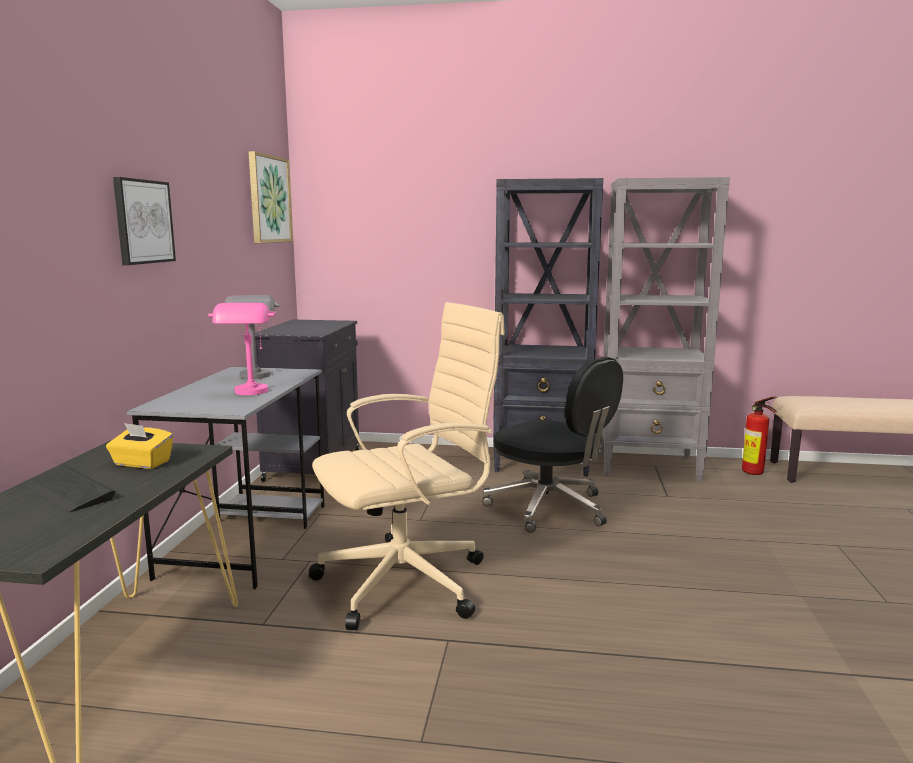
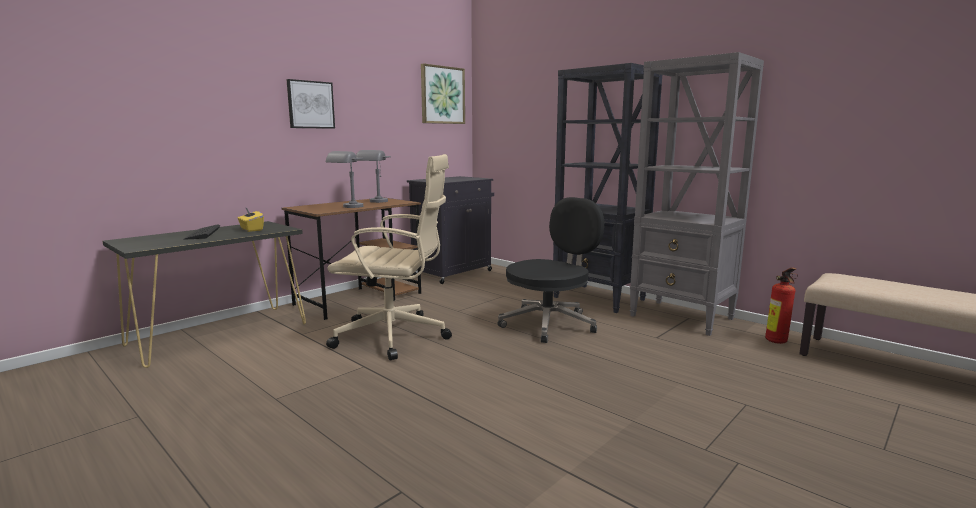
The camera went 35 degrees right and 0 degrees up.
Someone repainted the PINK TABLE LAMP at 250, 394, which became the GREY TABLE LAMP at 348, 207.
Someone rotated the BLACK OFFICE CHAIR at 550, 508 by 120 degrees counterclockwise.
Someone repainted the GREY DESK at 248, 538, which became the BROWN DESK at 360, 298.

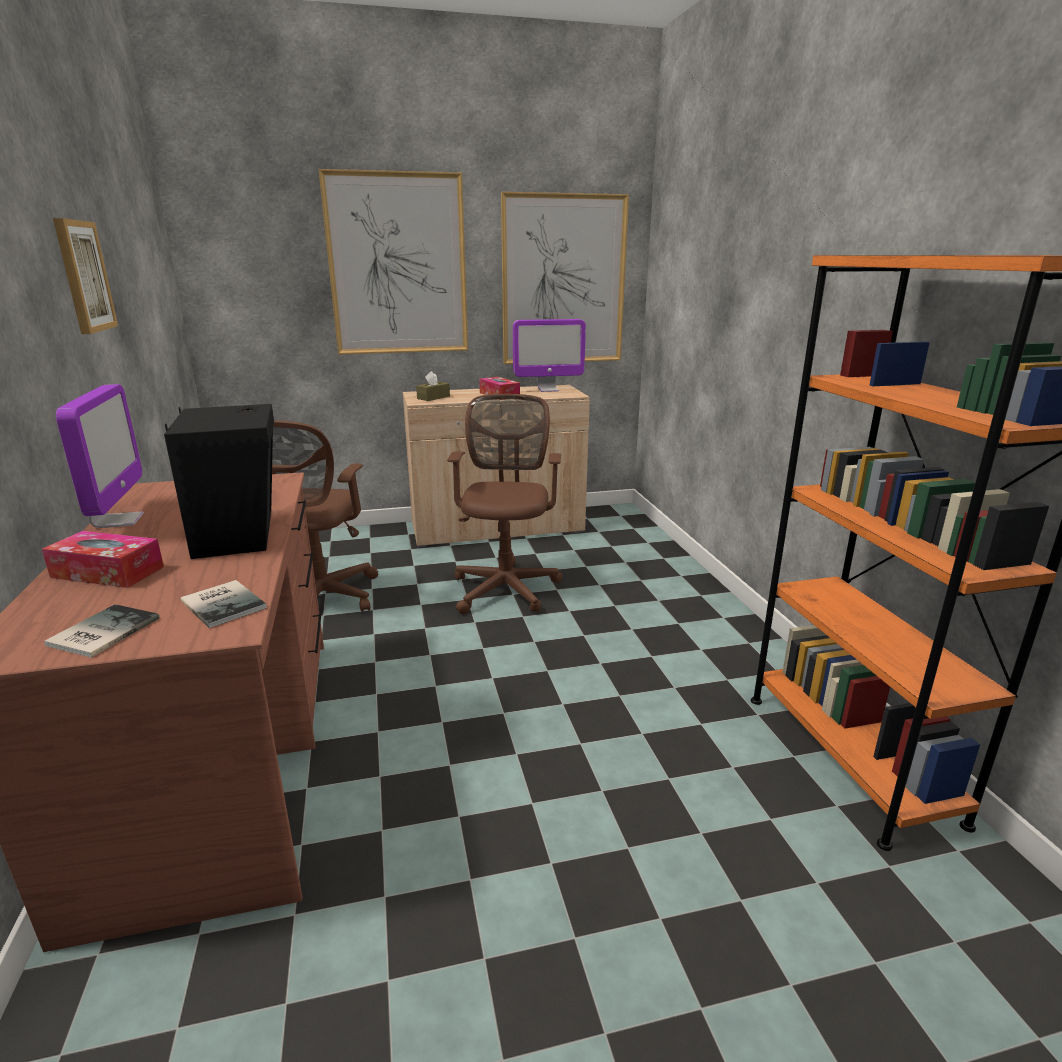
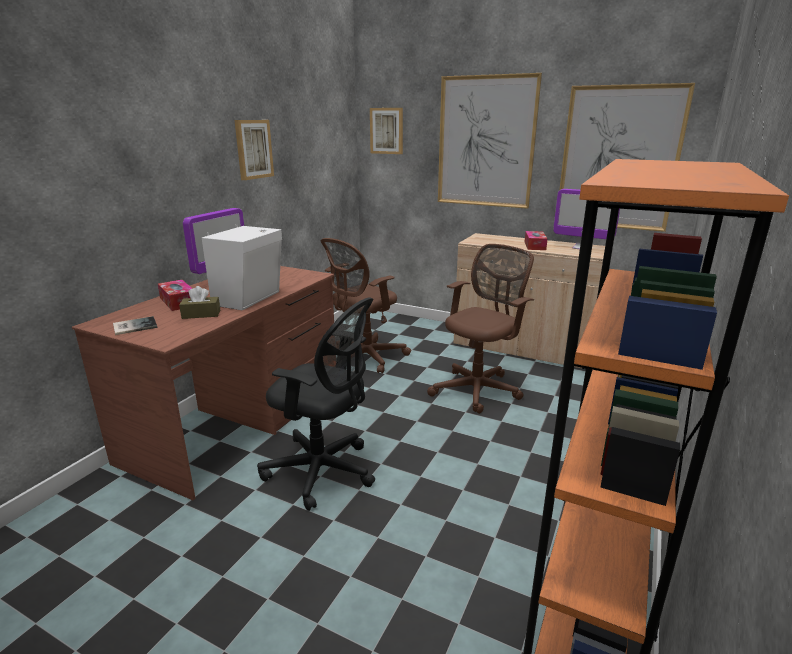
The camera went 40 degrees right and 0 degrees up.
Someone carried the BROWN TISSUE BOX from 433, 397 to 201, 314.
Someone repainted the BLACK SPEAKER at 241, 532, which became the WHITE SPEAKER at 250, 298.
Someone took away the BOOK at 225, 603.
Someone put up the PICTURE at 386, 131.
Someone put down the BLACK OFFICE CHAIR at 323, 471.

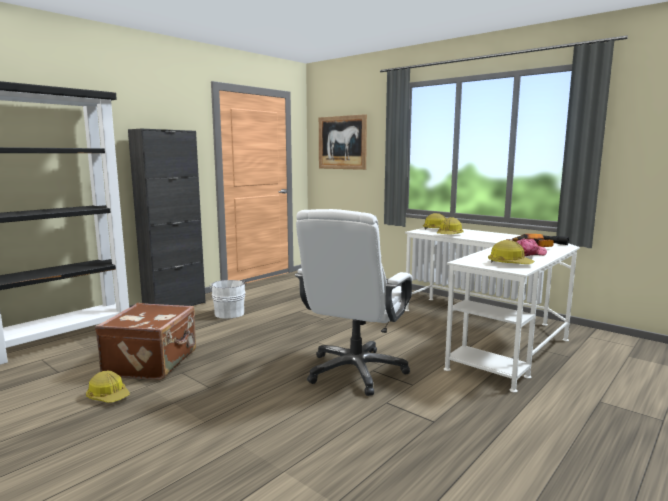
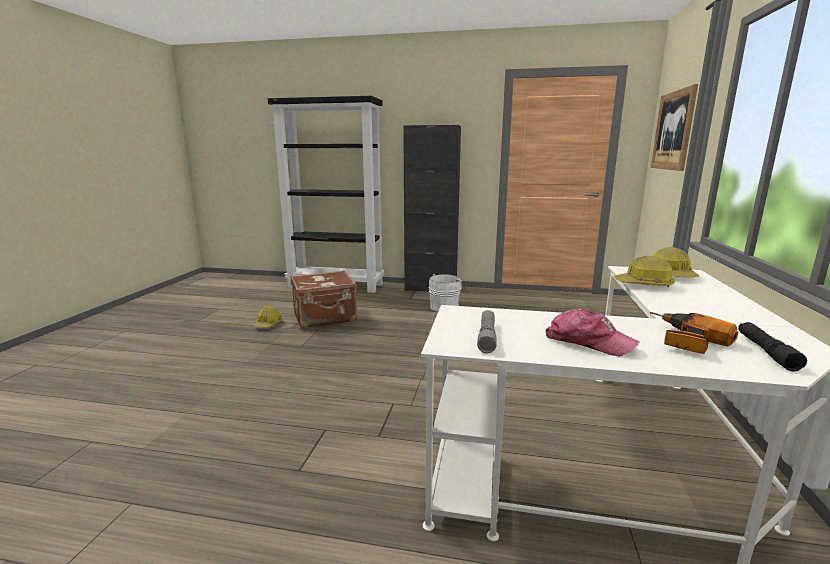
The camera went 60 degrees right and 5 degrees up.
Someone took away the WHITE OFFICE CHAIR at 355, 371.
Someone swapped the HARD HAT at 509, 264 for the GREY FLASHLIGHT at 487, 337.

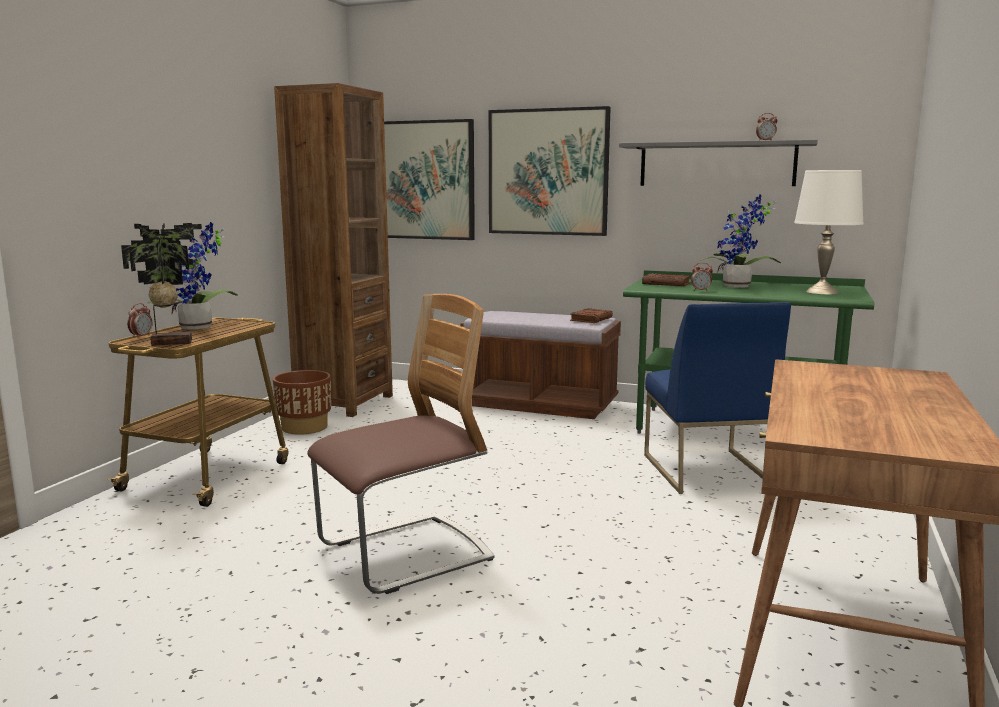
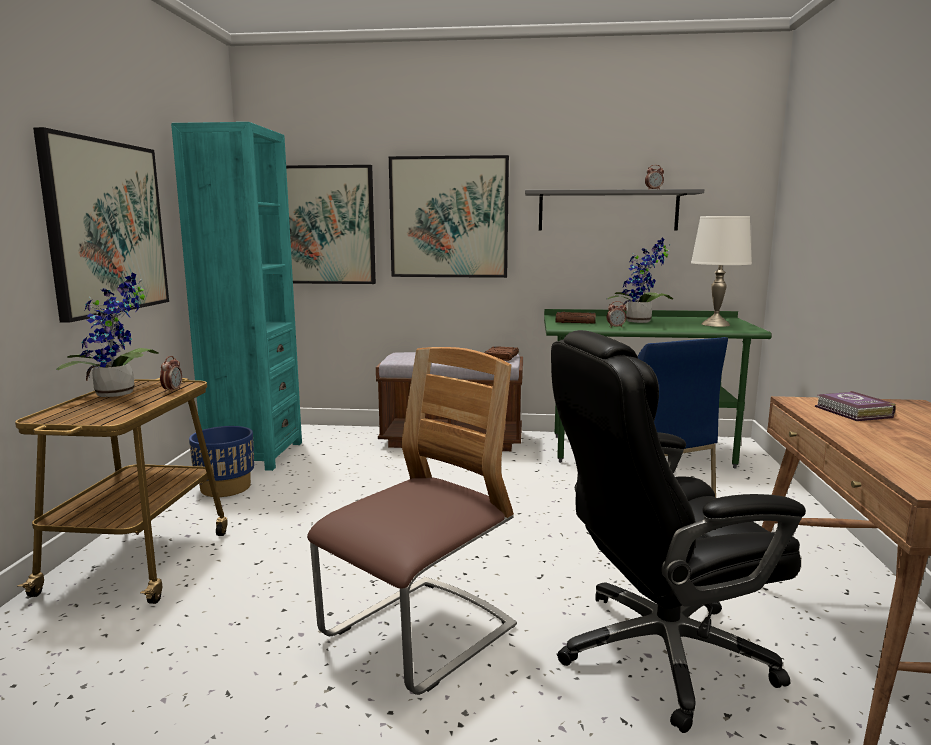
The camera went 15 degrees left and 0 degrees up.
Someone repainted the BROWN BOOKCASE at 344, 402, which became the TURQUOISE BOOKCASE at 254, 454.
Someone took away the POTTED PLANT at 171, 342.
Someone carried the ALARM CLOCK from 141, 336 to 172, 390.
Someone repainted the BROWN PLANTER at 304, 427, which became the BLUE PLANTER at 225, 488.
Someone put up the PICTURE at 107, 227.
Someone put down the BLACK OFFICE CHAIR at 658, 653.
Someone put down the BOOK at 853, 412.

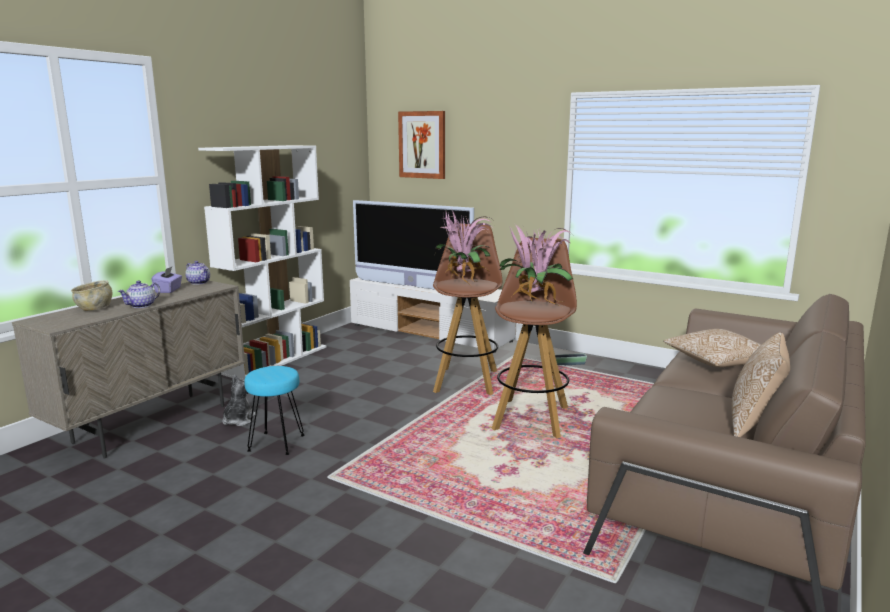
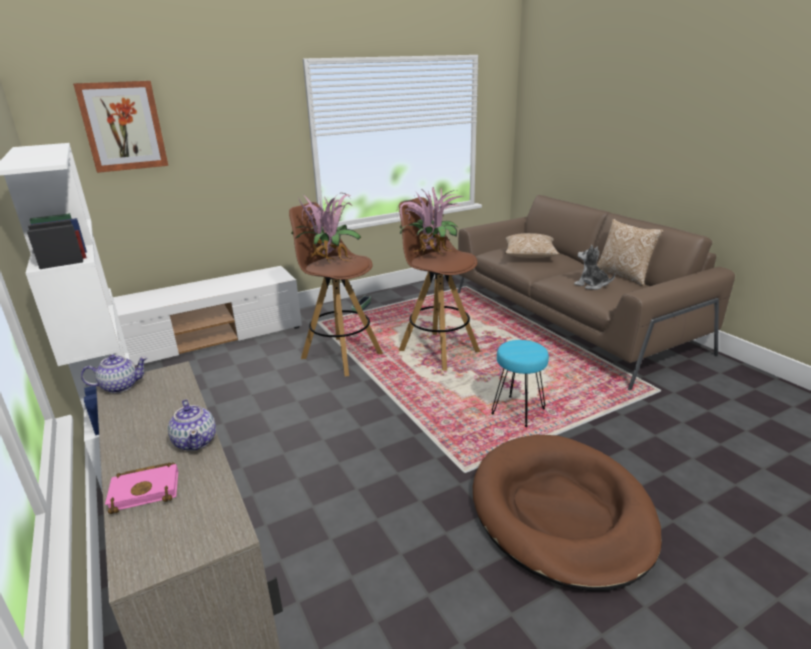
The camera went 60 degrees left and 10 degrees up.
Someone took away the TELEVISION at 411, 286.
Someone took away the PURPLE TISSUE BOX at 168, 290.
Someone swapped the BEIGE BOWL at 94, 308 for the PINK BOOK at 147, 489.
Someone carried the TURQUOISE STOOL from 277, 443 to 518, 411.
Someone carried the PLUSH TOY from 238, 420 to 591, 285.
Someone put down the BROWN DOG BED at 561, 512.

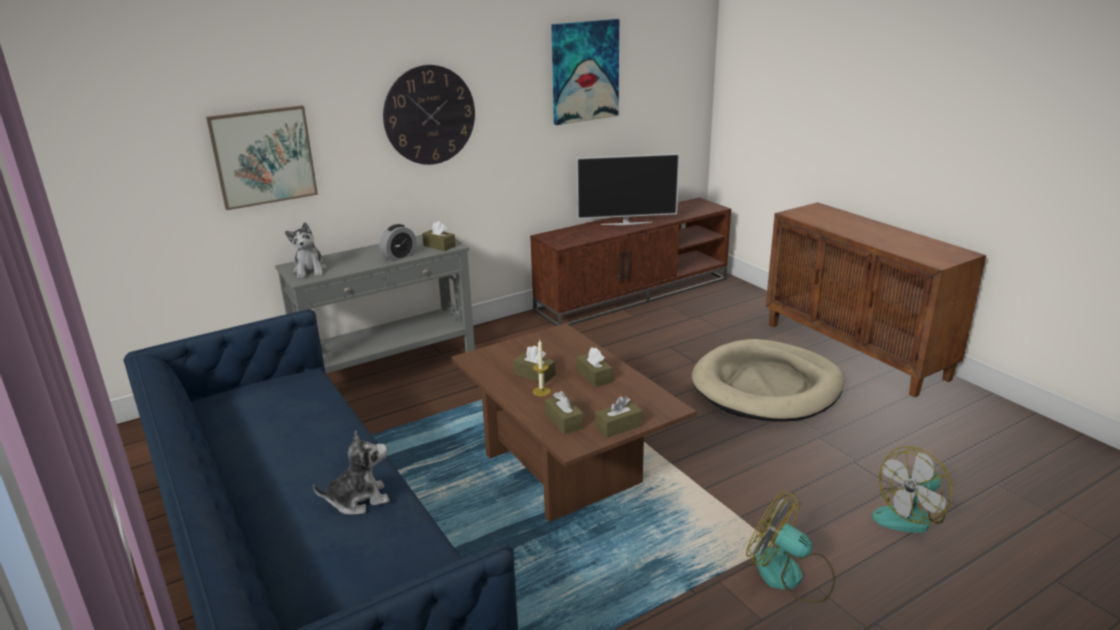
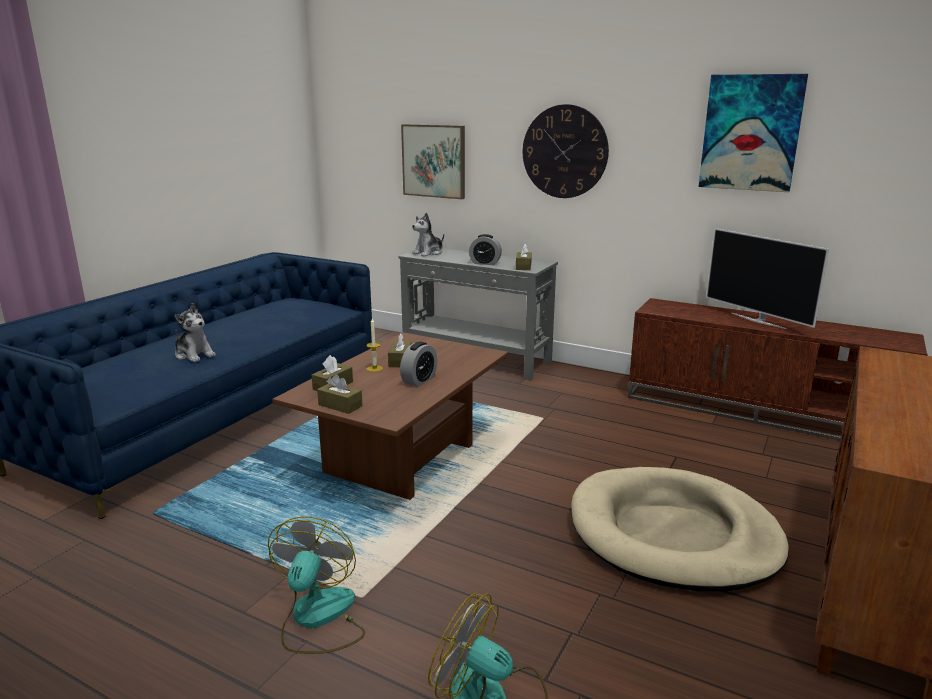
The camera went 60 degrees right and 5 degrees down.
Someone swapped the BROWN TISSUE BOX at 594, 376 for the ALARM CLOCK at 419, 380.

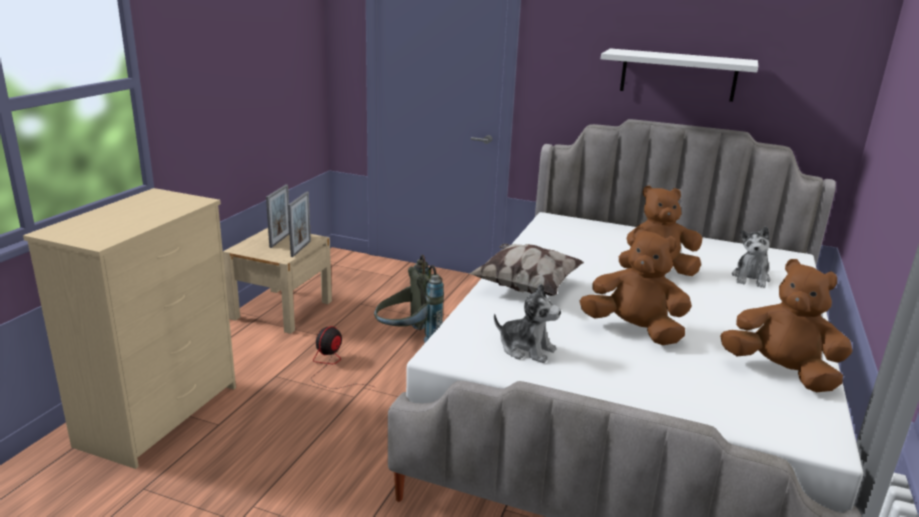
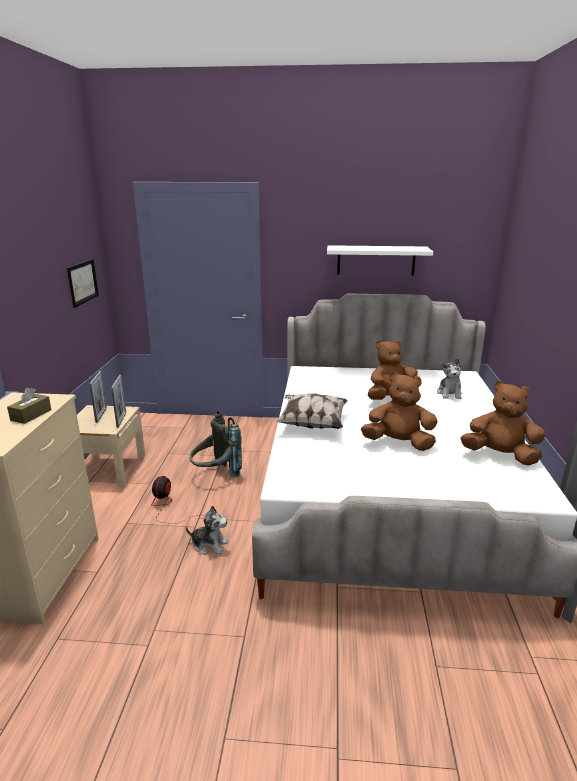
The camera went 15 degrees left and 0 degrees up.
Someone carried the PLUSH TOY from 526, 349 to 209, 545.
Someone put up the PICTURE at 83, 282.
Someone put down the BROWN TISSUE BOX at 31, 415.

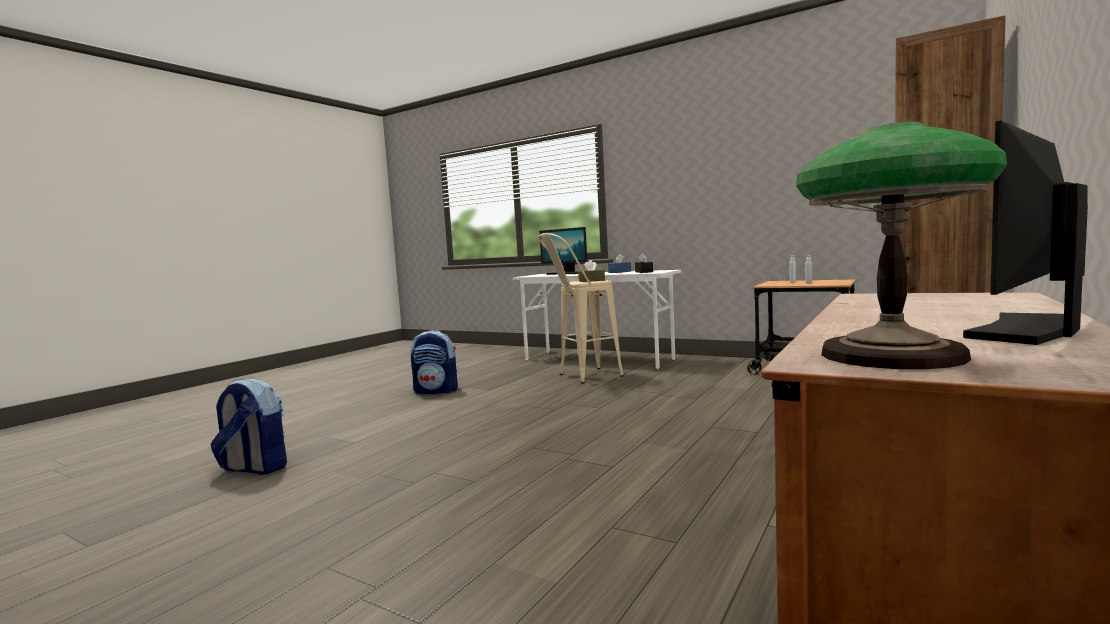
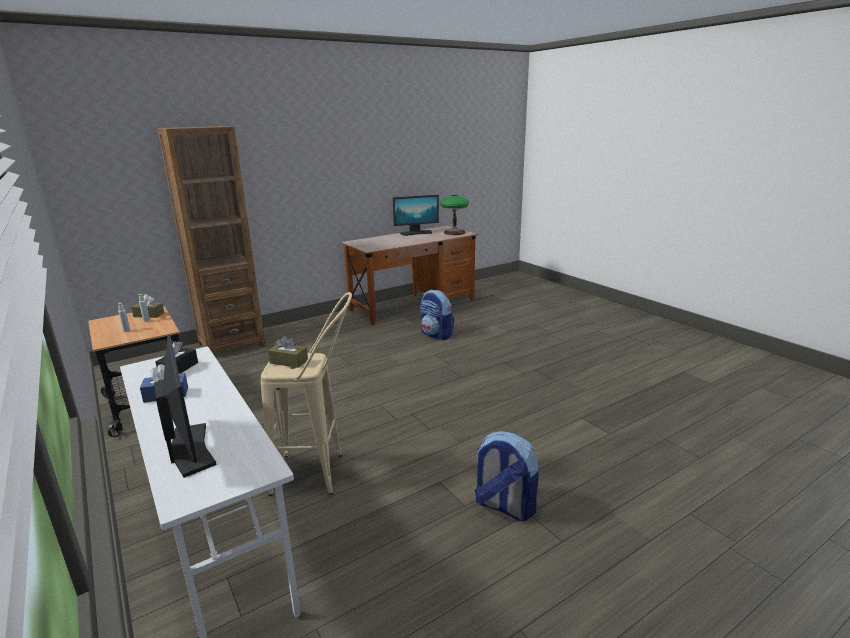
The camera went 155 degrees left and 15 degrees up.
Someone carried the BACKPACK from 254, 468 to 437, 335.
Someone put down the BROWN TISSUE BOX at 149, 315.

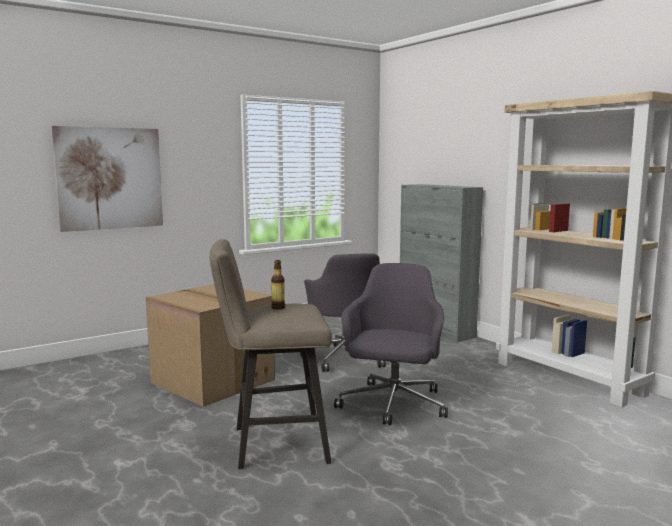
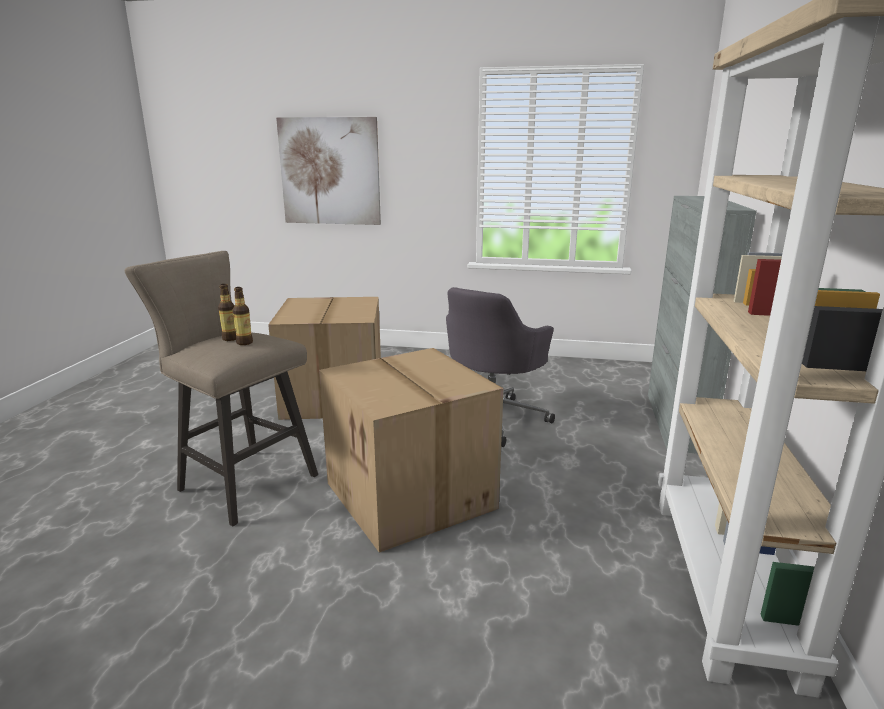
The camera went 45 degrees right and 10 degrees up.
Someone swapped the GREY OFFICE CHAIR at 393, 405 for the CARDBOARD BOX at 413, 496.
Someone put down the BOTTLE at 244, 343.

